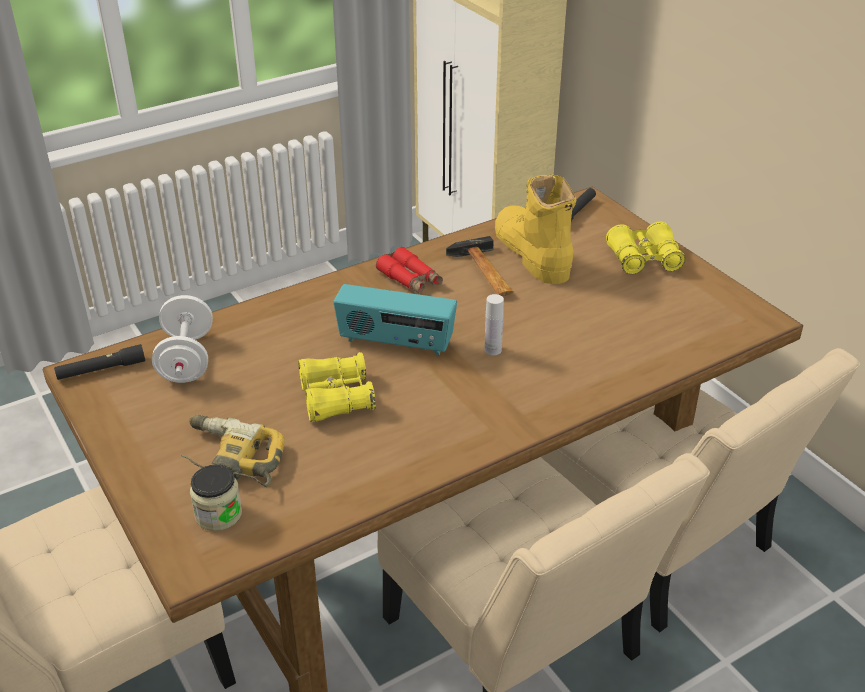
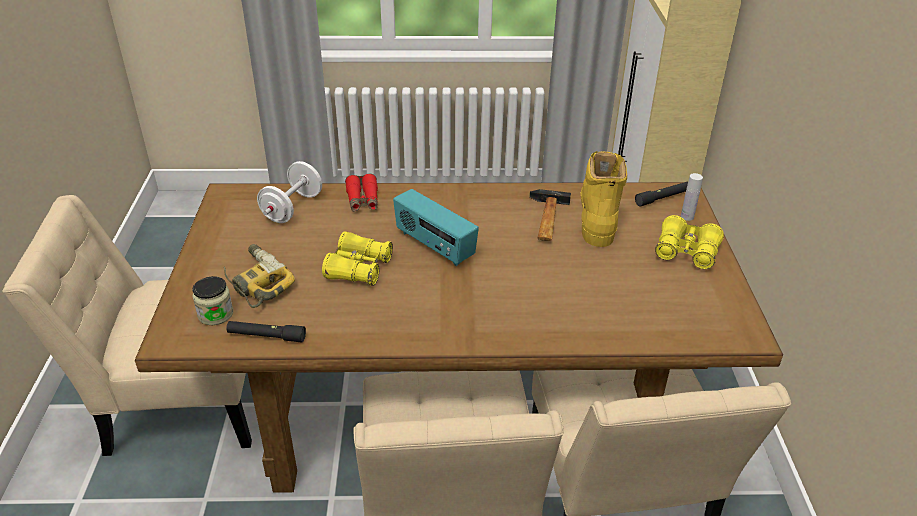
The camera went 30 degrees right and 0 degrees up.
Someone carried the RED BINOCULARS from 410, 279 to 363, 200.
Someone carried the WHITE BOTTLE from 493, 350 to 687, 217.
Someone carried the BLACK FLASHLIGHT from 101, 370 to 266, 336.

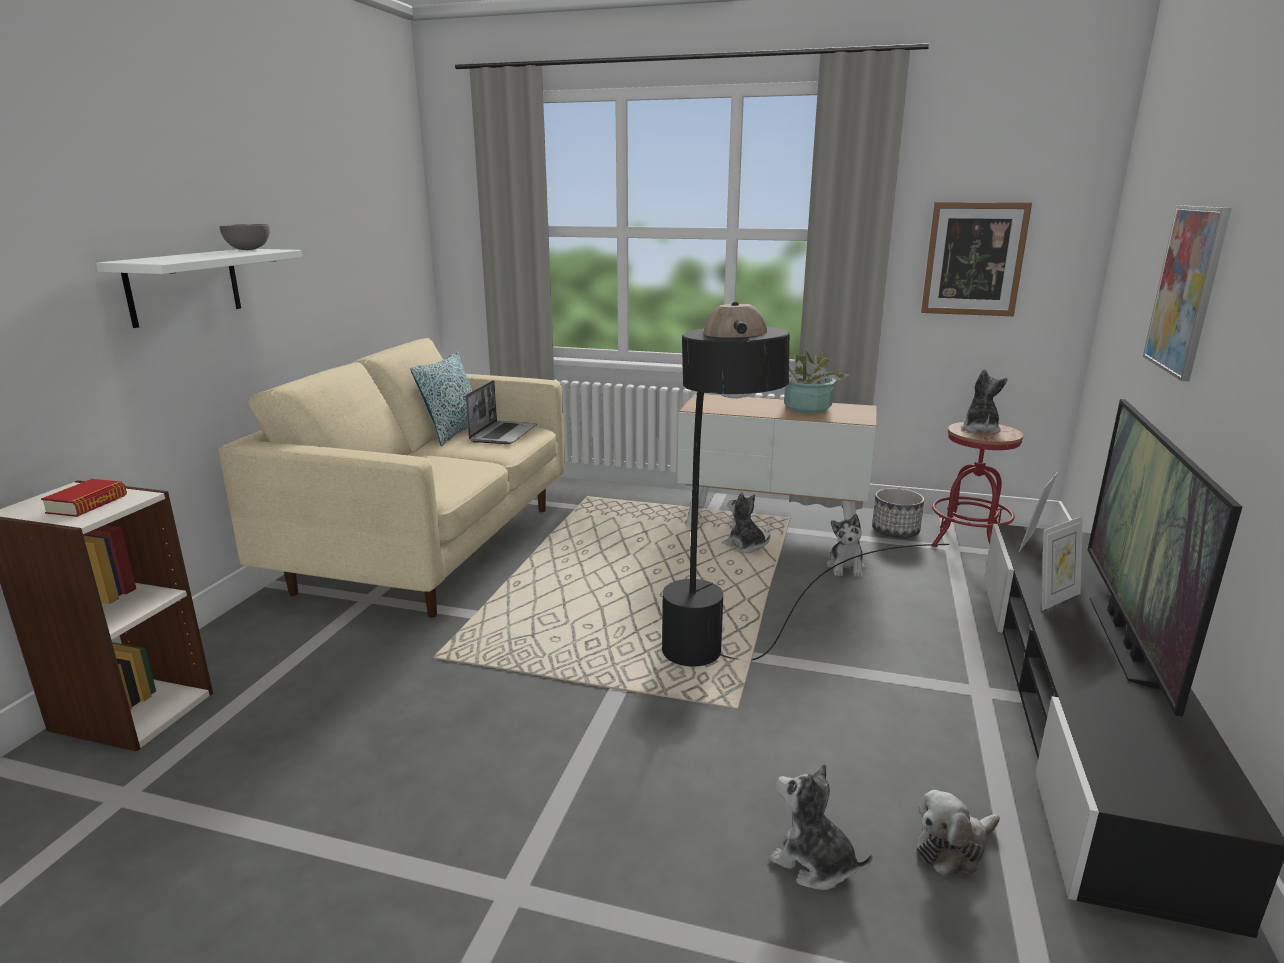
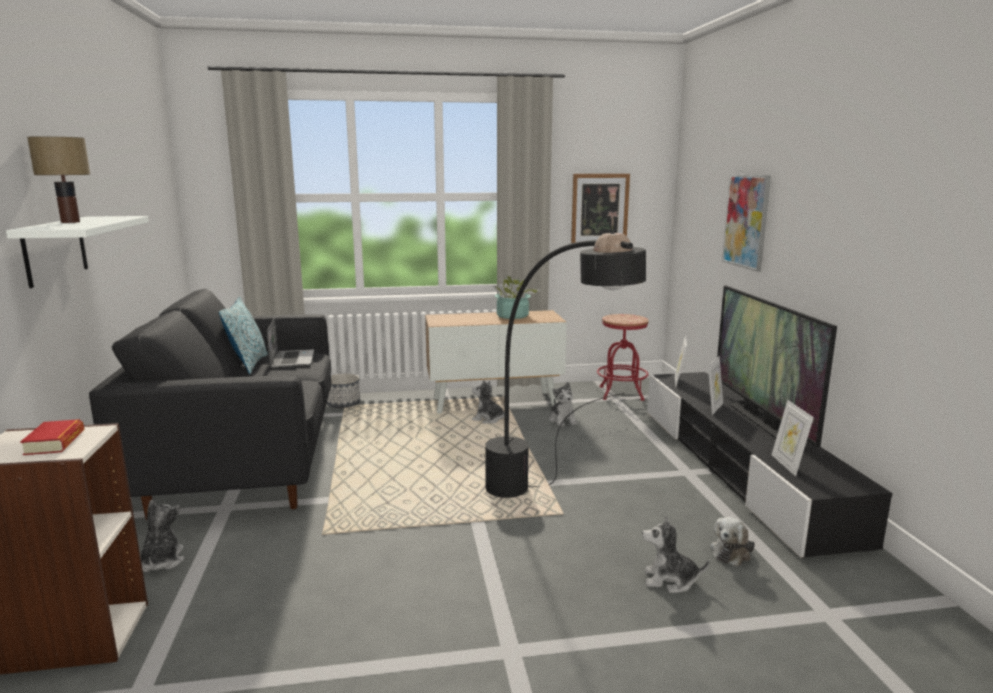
The camera went 25 degrees left and 5 degrees down.
Someone took away the GREY BOWL at 248, 250.
Someone repainted the BEIGE SOFA at 431, 548, which became the BLACK SOFA at 246, 462.
Someone carried the PLUSH TOY from 979, 429 to 162, 561.
Someone carried the PLANTER from 895, 531 to 343, 404.
Someone put down the TABLE LAMP at 70, 222.
Someone put down the PICTURE FRAME at 788, 465.

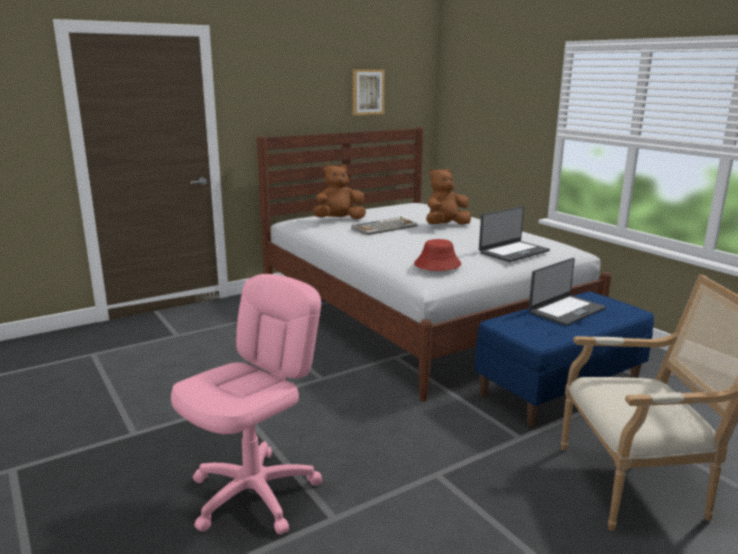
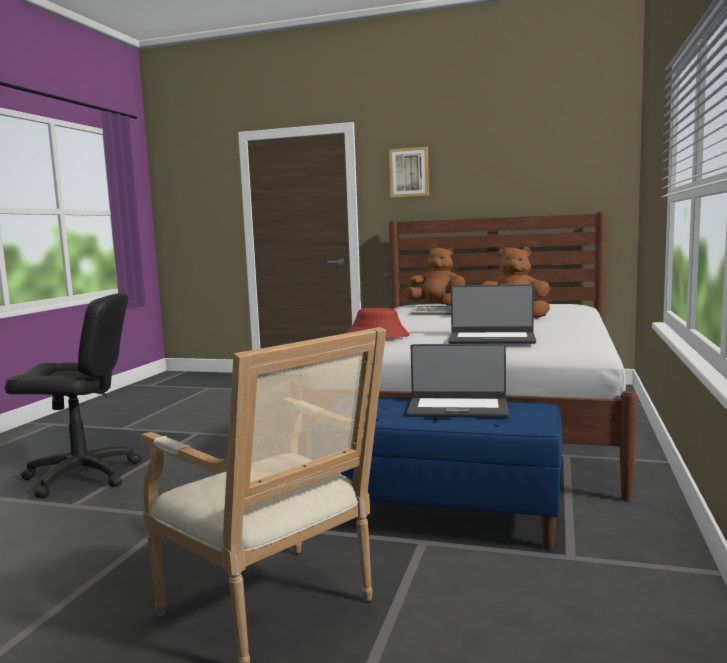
The camera went 50 degrees right and 10 degrees down.
Someone carried the PICTURE from 367, 92 to 409, 172.
Someone repainted the PINK OFFICE CHAIR at 254, 494, which became the BLACK OFFICE CHAIR at 82, 476.

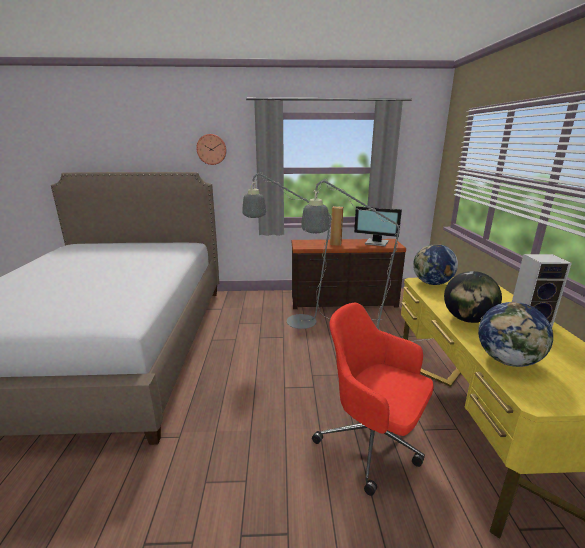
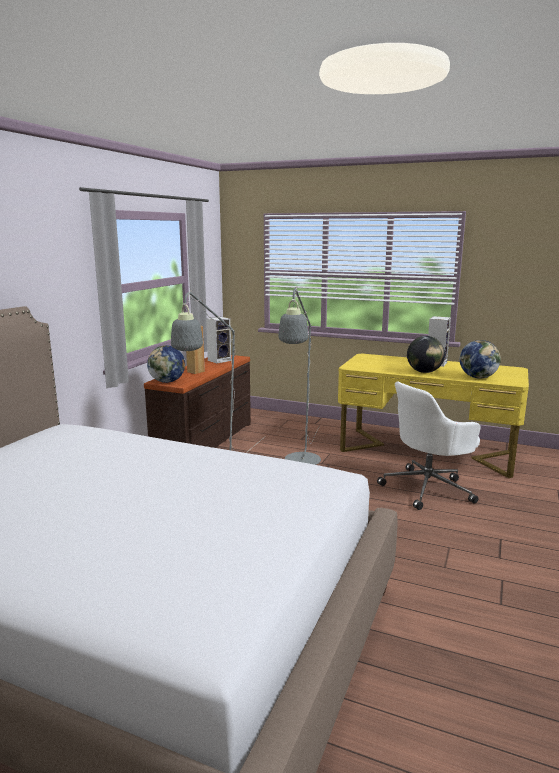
The camera went 65 degrees left and 5 degrees down.
Someone took away the WALL CLOCK at 211, 149.
Someone swapped the MONITOR at 377, 243 for the SPEAKER at 219, 360.
Someone carried the GLOBE from 432, 283 to 167, 382.
Someone repainted the RED OFFICE CHAIR at 372, 442, which became the WHITE OFFICE CHAIR at 428, 488.

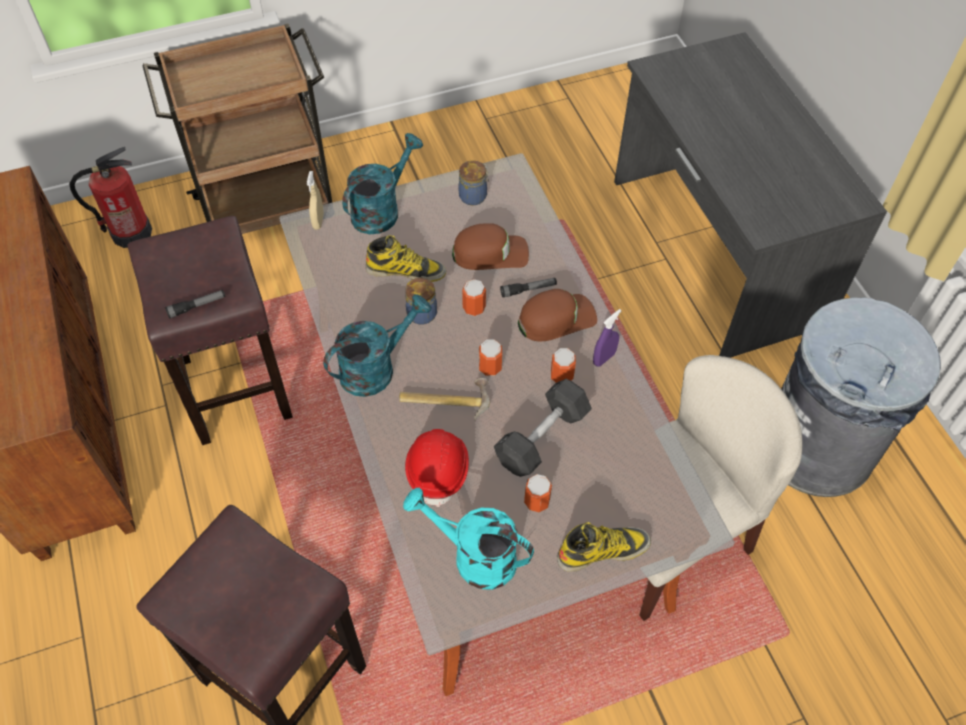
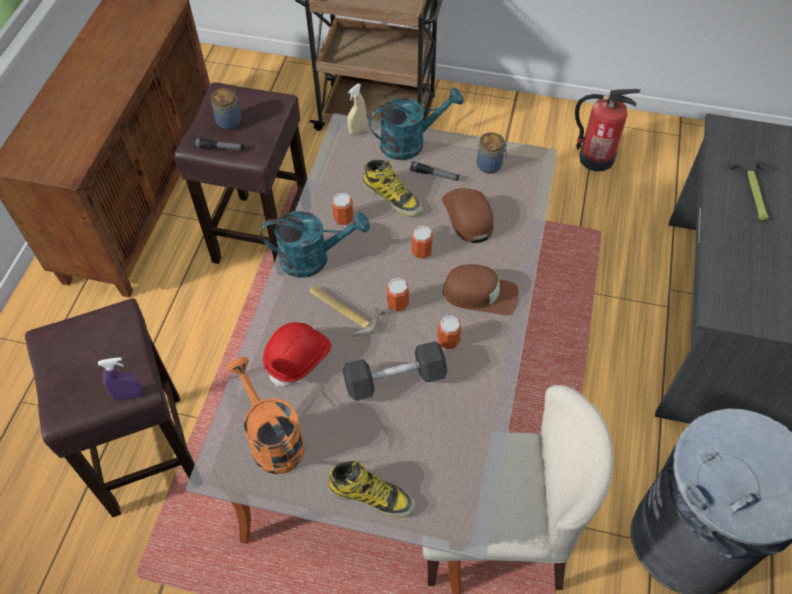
The camera went 35 degrees right and 0 degrees up.
Someone carried the FIRE EXTINGUISHER from 130, 232 to 595, 158.
Someone rotated the BROWN CAP at 490, 253 by 135 degrees counterclockwise.
Someone carried the JAR from 422, 312 to 230, 121.
Someone carried the FLASHLIGHT from 528, 290 to 434, 175.
Someone carried the PURPLE SPRAY BOTTLE from 604, 358 to 129, 395.
Someone carried the CAN from 537, 501 to 343, 218.
Someone repainted the TURQUOISE WATERING CAN at 474, 556, which became the ORANGE WATERING CAN at 272, 439.
Someone put down the HAMMER at 754, 192.

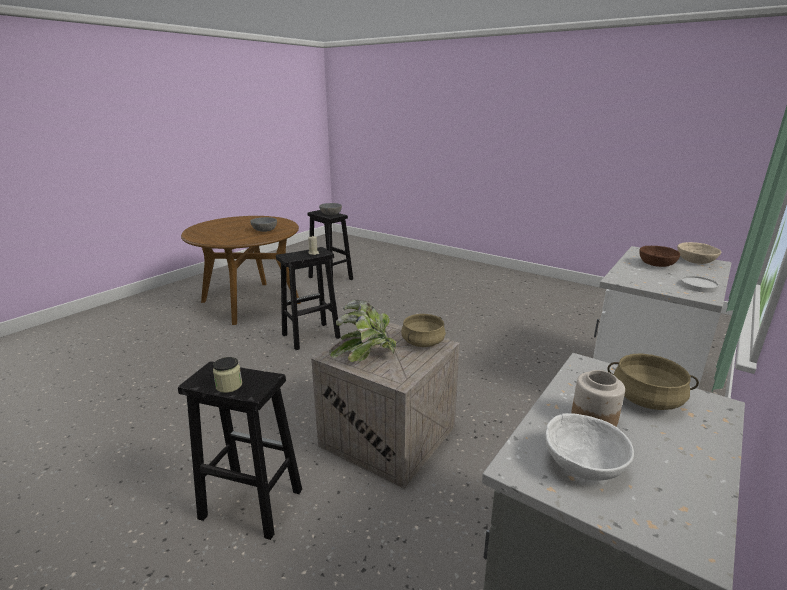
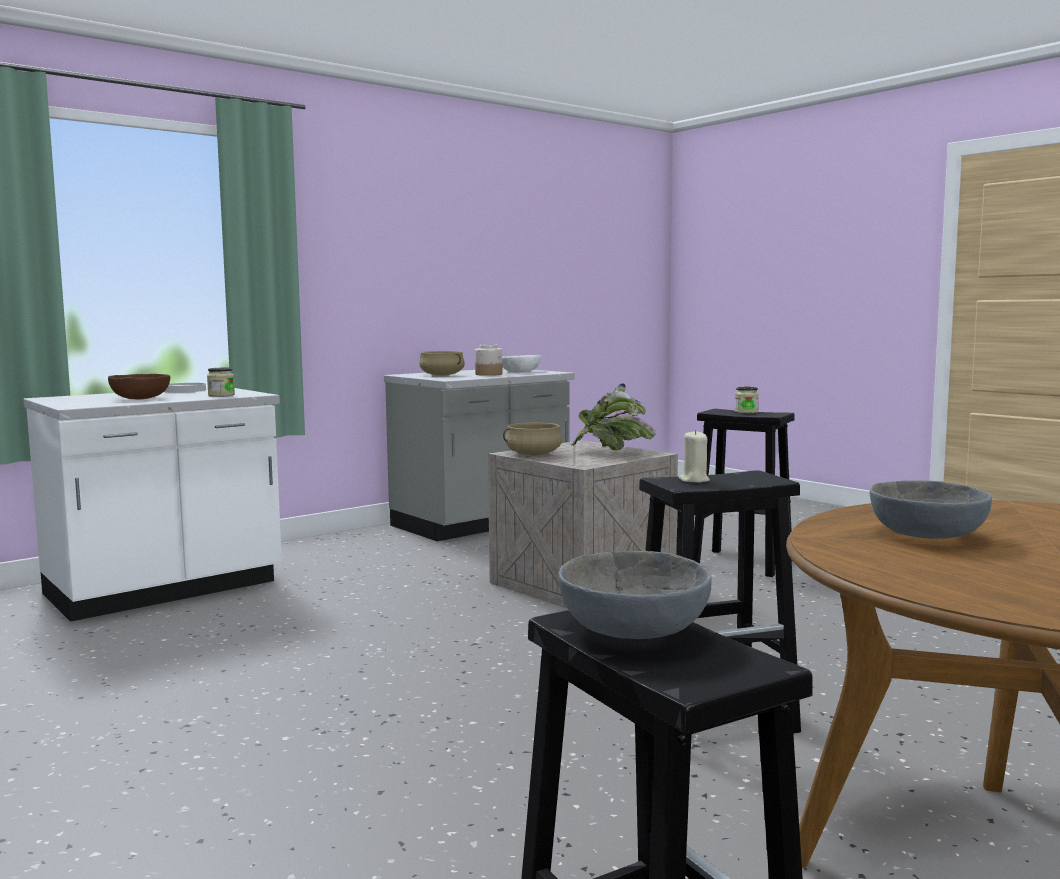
The camera went 165 degrees left and 15 degrees down.
Someone took away the BEIGE BOWL at 696, 261.
Someone put down the JAR at 221, 395.

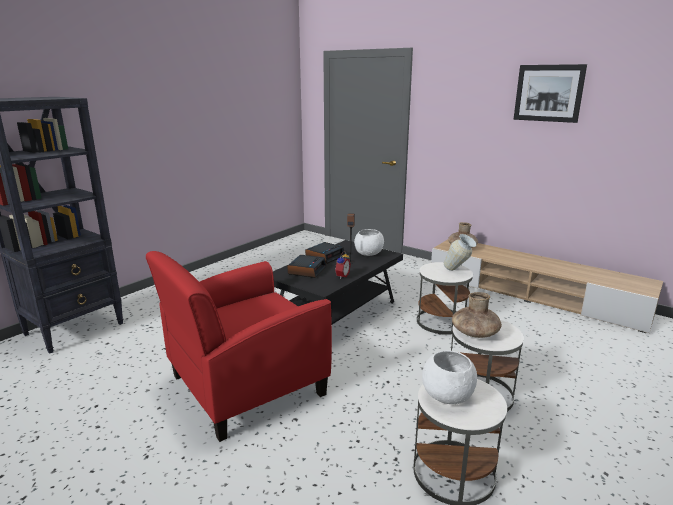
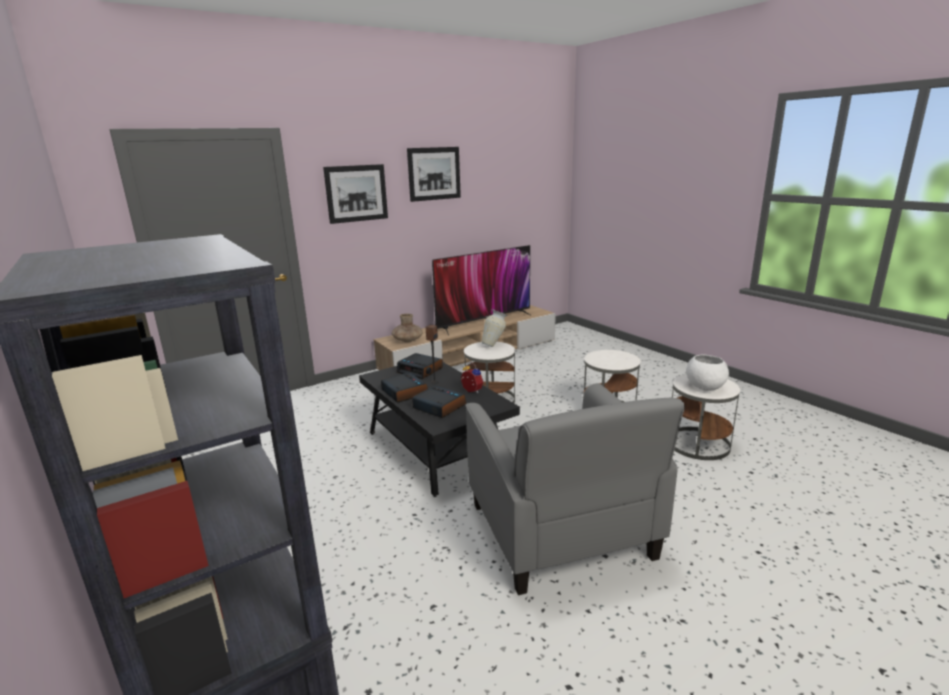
The camera went 70 degrees left and 0 degrees up.
Someone swapped the WHITE BOWL at 369, 254 for the ALARM CLOCK at 420, 370.
Someone repainted the RED ARMCHAIR at 245, 386, which became the GREY ARMCHAIR at 561, 532.
Someone took away the BROWN VASE at 474, 333.
Someone put up the PICTURE at 356, 193.
Someone put down the TELEVISION at 484, 321.

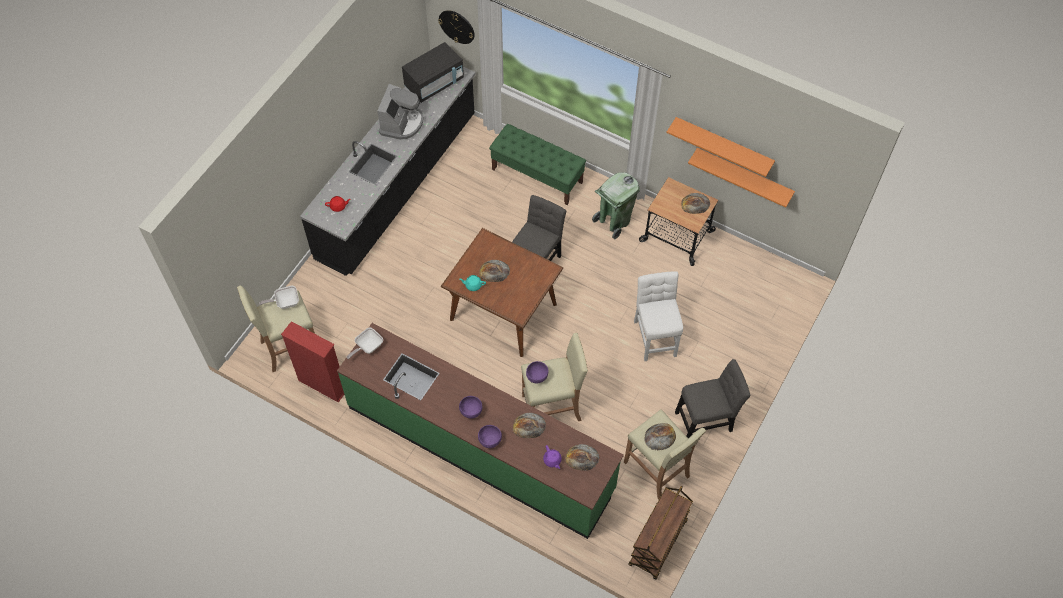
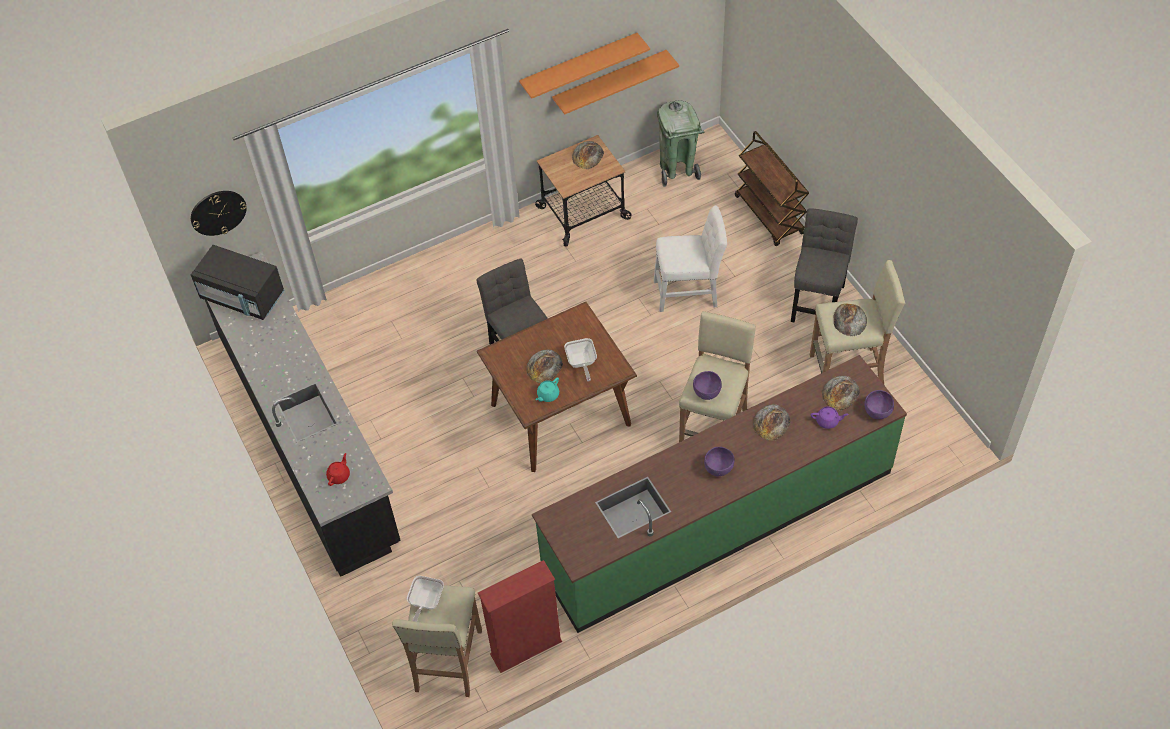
The camera went 55 degrees left and 5 degrees down.
Someone rotated the BLACK MICROWAVE at 434, 83 by 120 degrees clockwise.
Someone took away the COFFEE MACHINE at 401, 123.
Someone took away the GREEN BENCH at 537, 176.
Someone carried the GREEN TRASH CAN from 613, 222 to 677, 169.
Someone rotated the WHITE CHAIR at 655, 335 by 150 degrees clockwise.
Someone carried the FRYING PAN from 367, 347 to 581, 363.
Someone carried the PURPLE BOWL from 489, 441 to 877, 412.
Someone carried the BROWN CART from 658, 543 to 770, 215.

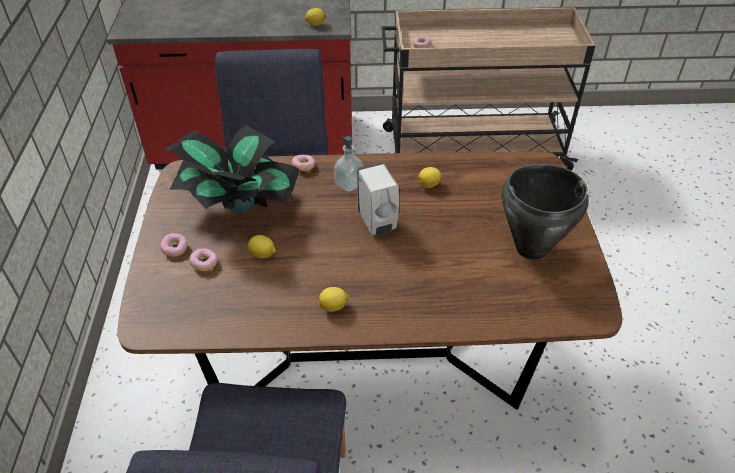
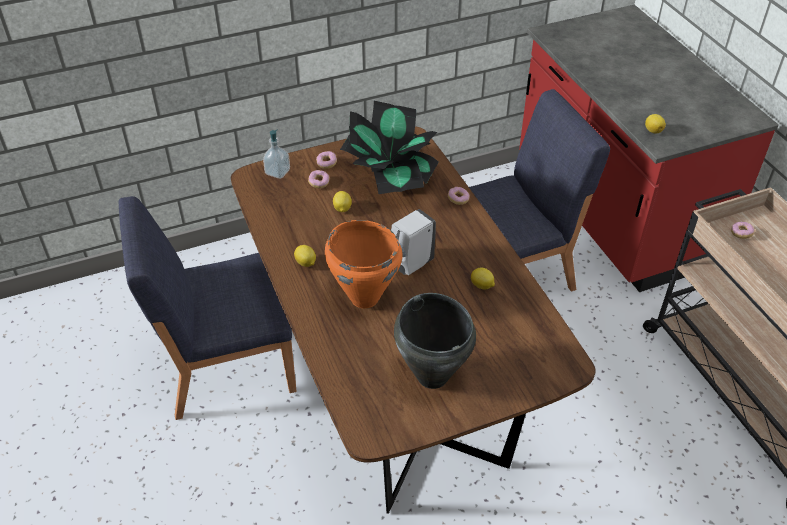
The camera went 70 degrees right and 0 degrees up.
Someone carried the SOAP DISPENSER from 349, 183 to 277, 172.
Someone put down the ORANGE COOKING POT at 364, 297.

